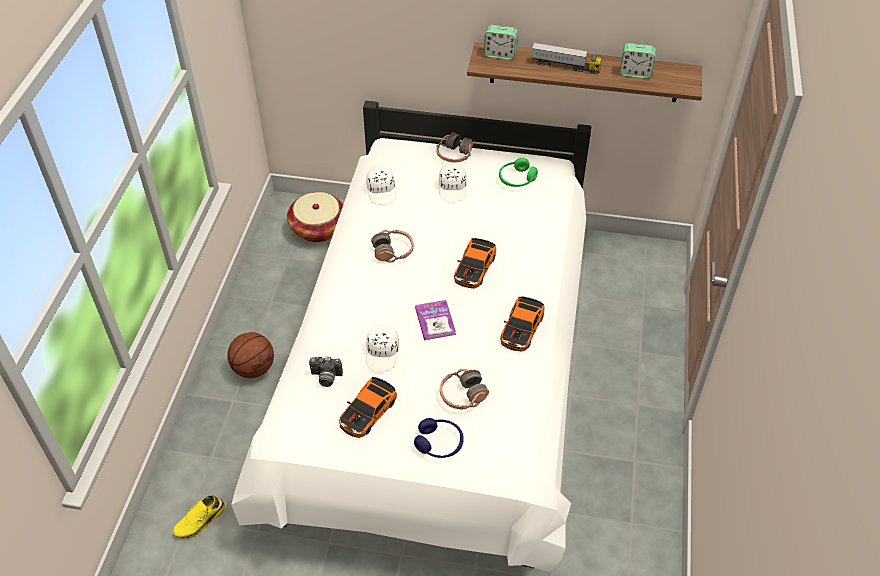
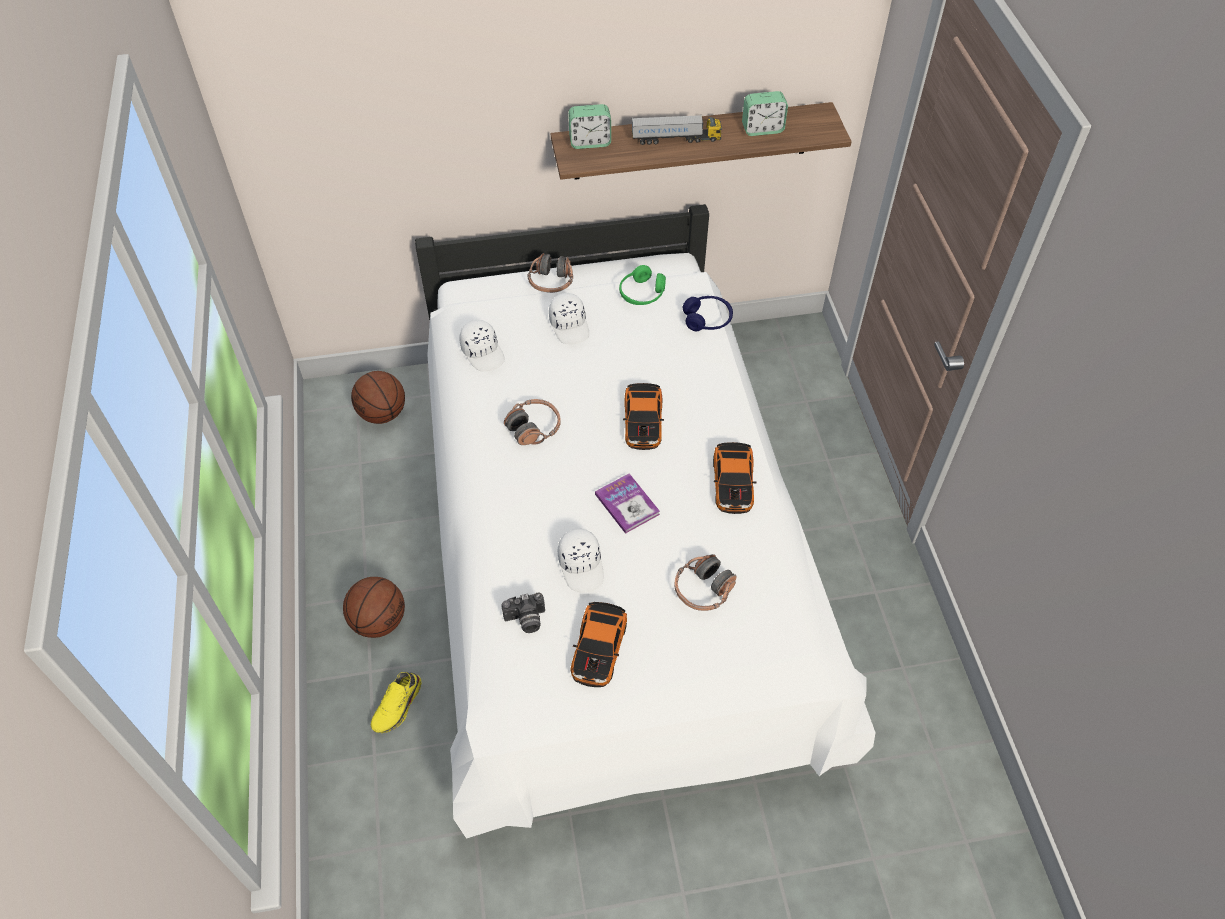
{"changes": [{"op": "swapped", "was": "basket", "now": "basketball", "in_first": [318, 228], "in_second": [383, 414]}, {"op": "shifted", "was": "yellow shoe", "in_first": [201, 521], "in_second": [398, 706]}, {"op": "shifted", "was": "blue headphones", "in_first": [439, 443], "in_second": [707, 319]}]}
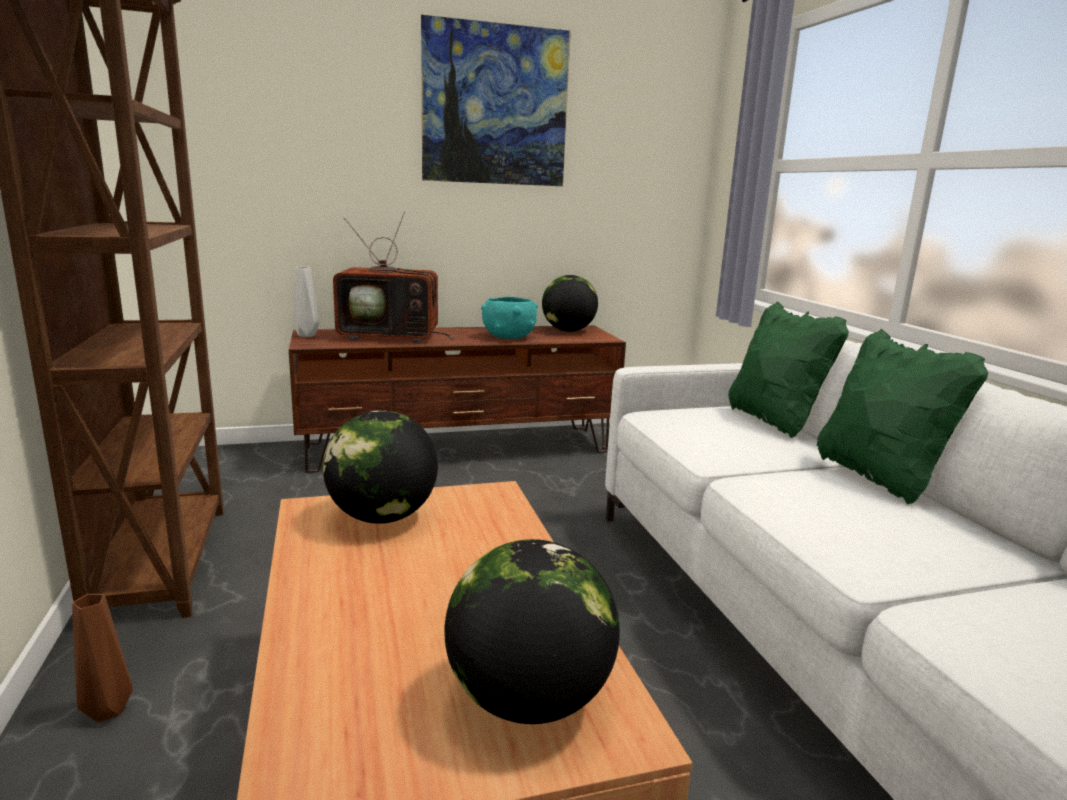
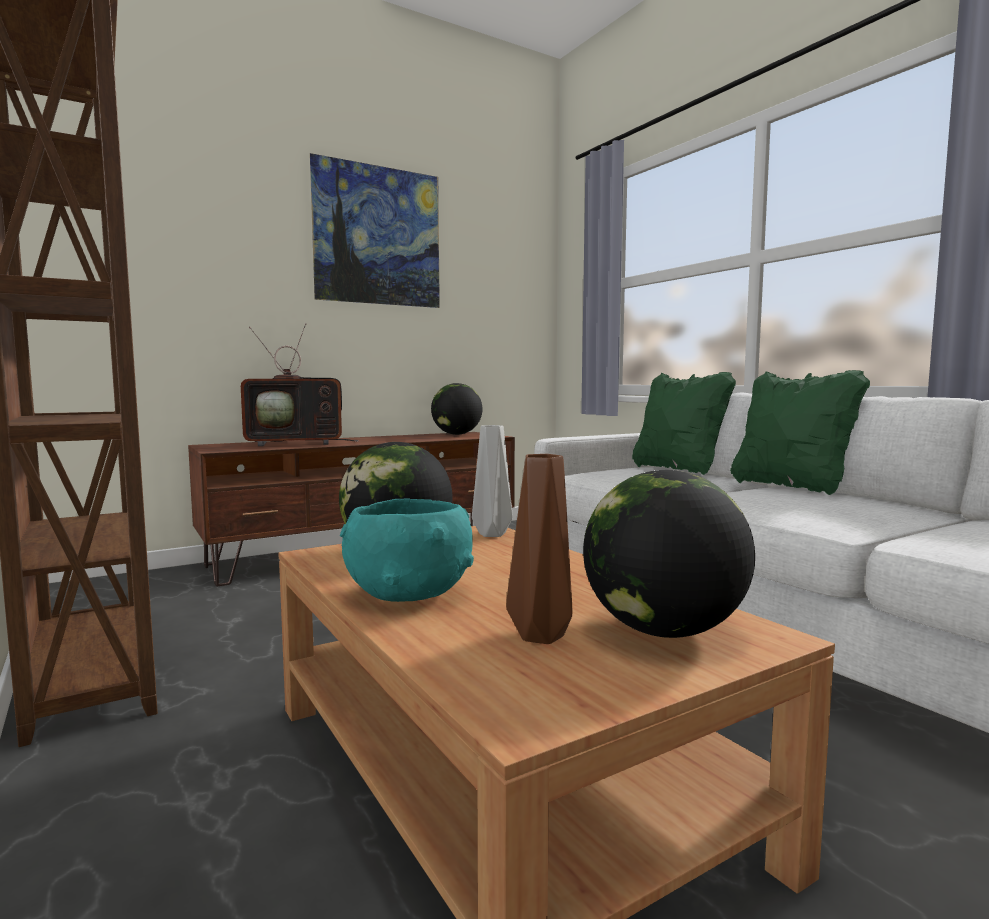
{"changes": [{"op": "shifted", "was": "turquoise bowl", "in_first": [508, 337], "in_second": [408, 594]}, {"op": "shifted", "was": "grey vase", "in_first": [308, 335], "in_second": [493, 534]}, {"op": "shifted", "was": "brown vase", "in_first": [110, 711], "in_second": [543, 635]}]}
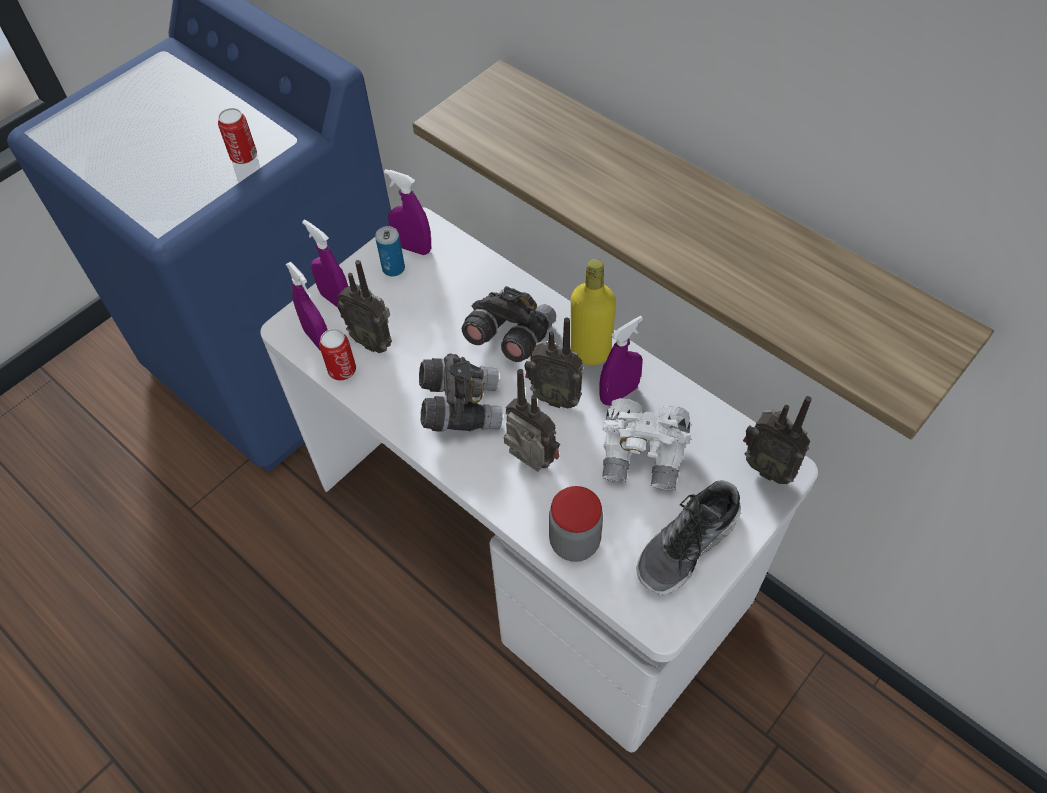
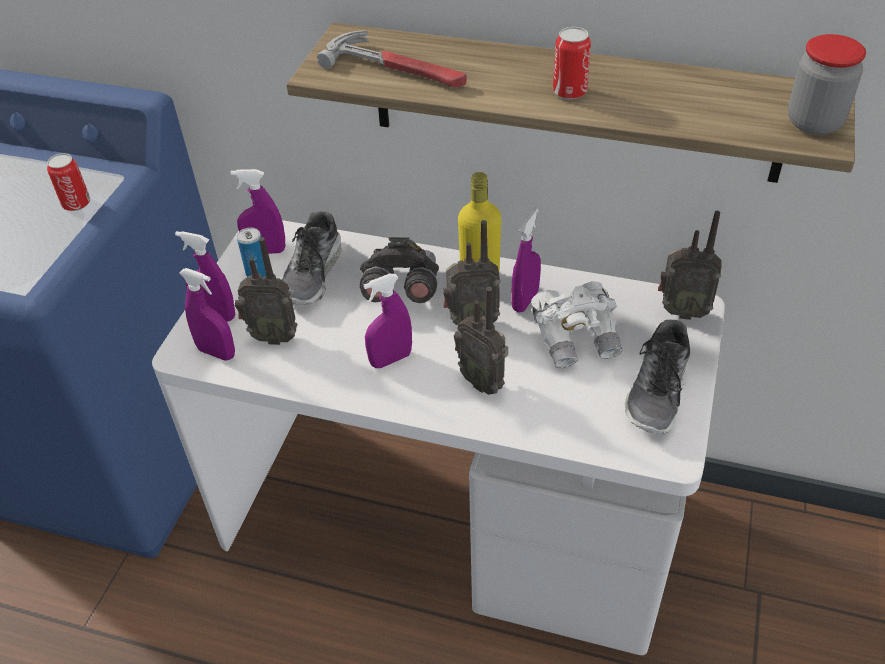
{"changes": [{"op": "new", "now": "shoe", "in_second": [313, 274]}, {"op": "new", "now": "hammer", "in_second": [398, 69]}, {"op": "swapped", "was": "grey binoculars", "now": "purple spray bottle", "in_first": [460, 407], "in_second": [391, 359]}, {"op": "rotated", "was": "radio", "in_first": [530, 464], "in_second": [483, 381], "clockwise": -150}, {"op": "shifted", "was": "can", "in_first": [342, 370], "in_second": [569, 92]}, {"op": "shifted", "was": "jar", "in_first": [574, 542], "in_second": [814, 122]}]}
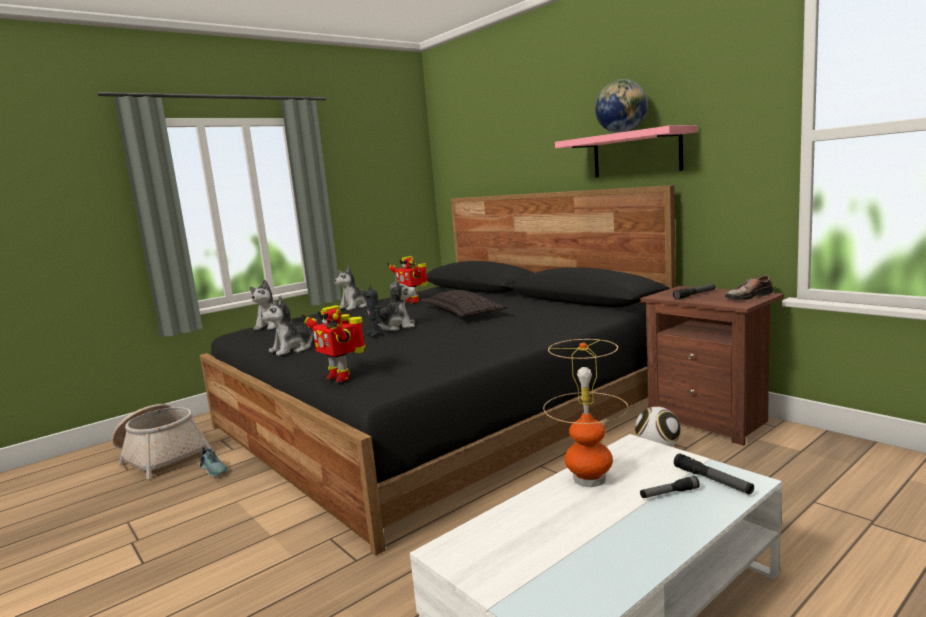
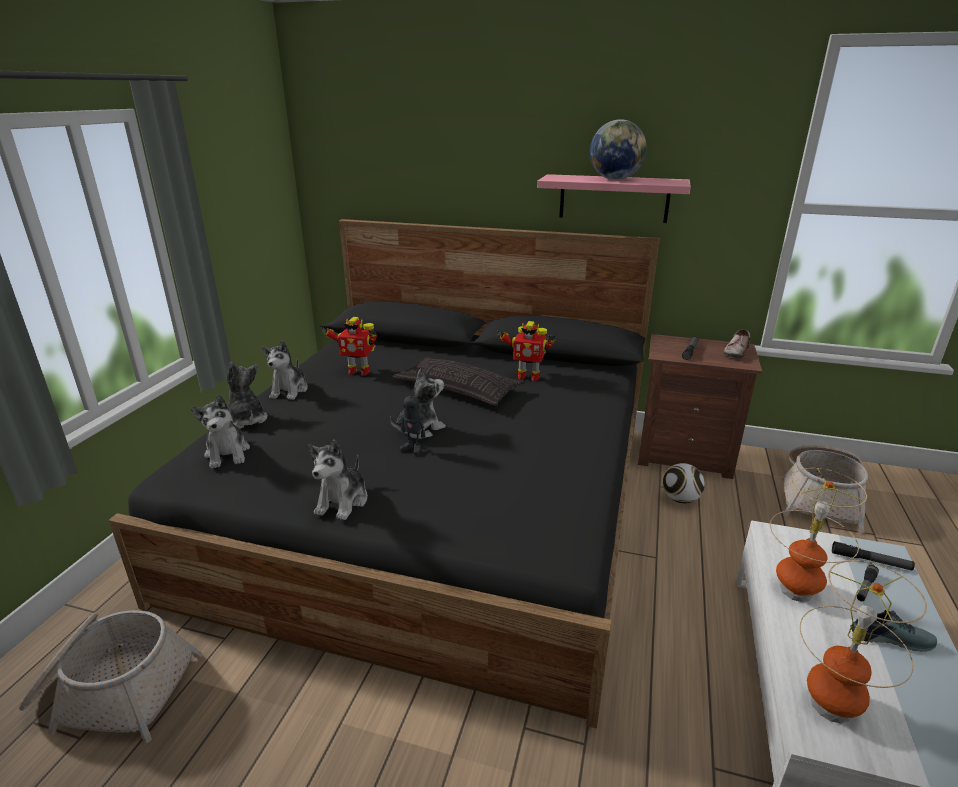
{"changes": [{"op": "new", "now": "plush toy", "in_second": [247, 420]}, {"op": "shifted", "was": "toy robot", "in_first": [340, 377], "in_second": [527, 377]}, {"op": "new", "now": "basket", "in_second": [819, 497]}, {"op": "new", "now": "table lamp", "in_second": [831, 705]}, {"op": "shifted", "was": "shoe", "in_first": [215, 469], "in_second": [890, 637]}]}
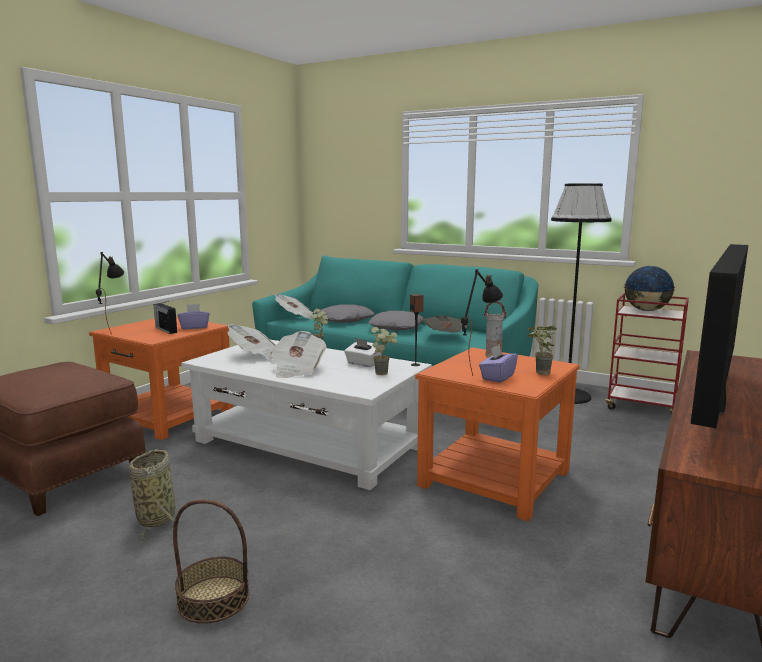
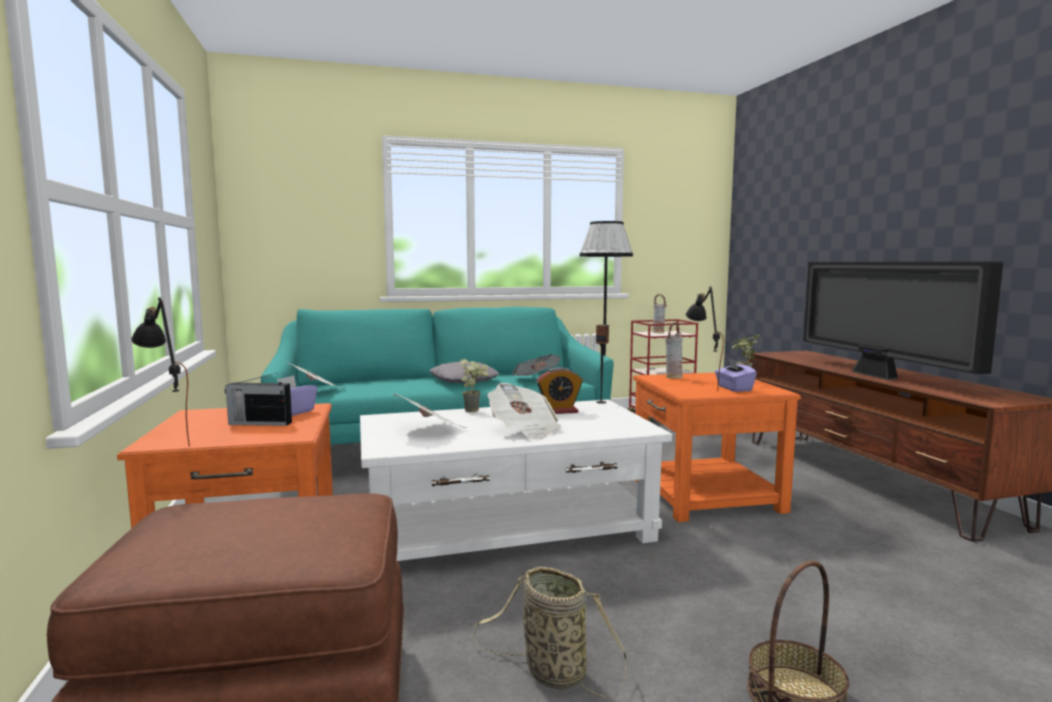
{"changes": [{"op": "swapped", "was": "white tissue box", "now": "alarm clock", "in_first": [363, 363], "in_second": [559, 411]}, {"op": "swapped", "was": "globe", "now": "vase", "in_first": [647, 310], "in_second": [658, 333]}, {"op": "gone", "was": "grey pillow", "in_first": [345, 320]}, {"op": "gone", "was": "potted plant", "in_first": [384, 373]}]}
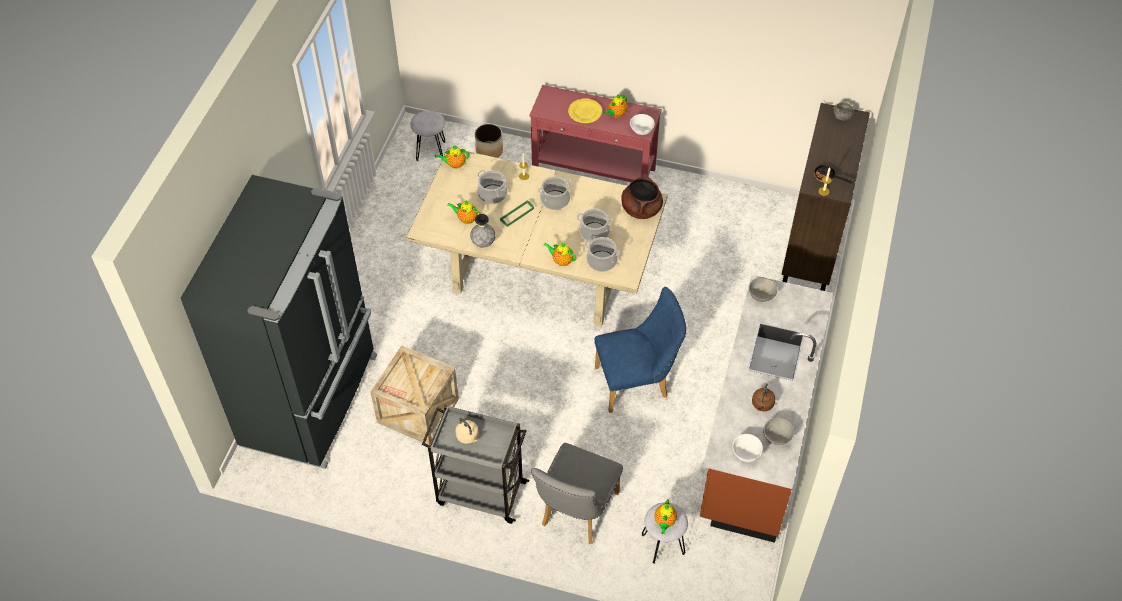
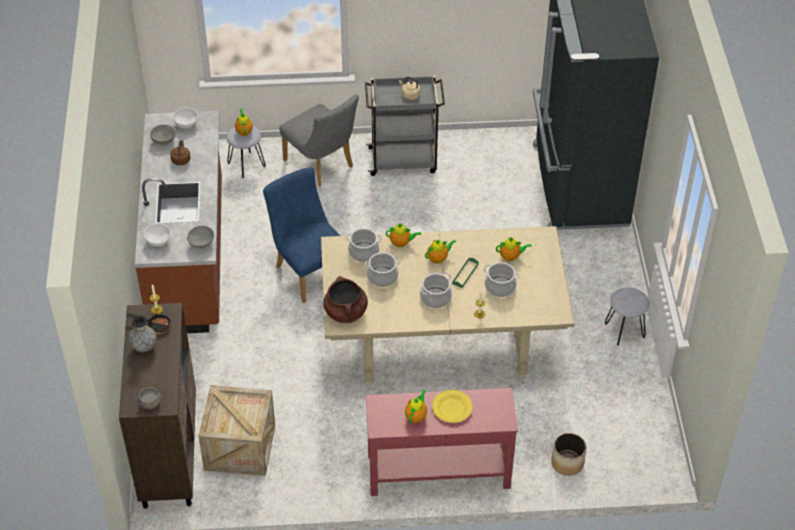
{"changes": [{"op": "shifted", "was": "grey vase", "in_first": [483, 243], "in_second": [144, 347]}, {"op": "shifted", "was": "white bowl", "in_first": [641, 130], "in_second": [158, 241]}, {"op": "shifted", "was": "crate", "in_first": [418, 410], "in_second": [240, 447]}, {"op": "rotated", "was": "blue chair", "in_first": [637, 383], "in_second": [308, 270], "clockwise": 90}, {"op": "rotated", "was": "grey chair", "in_first": [576, 513], "in_second": [322, 166], "clockwise": 135}, {"op": "shifted", "was": "teapot", "in_first": [454, 164], "in_second": [438, 258]}, {"op": "shifted", "was": "grey stool", "in_first": [430, 150], "in_second": [624, 330]}]}
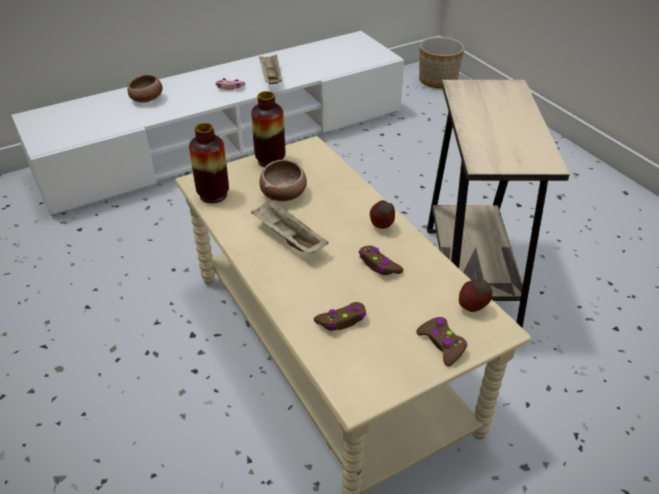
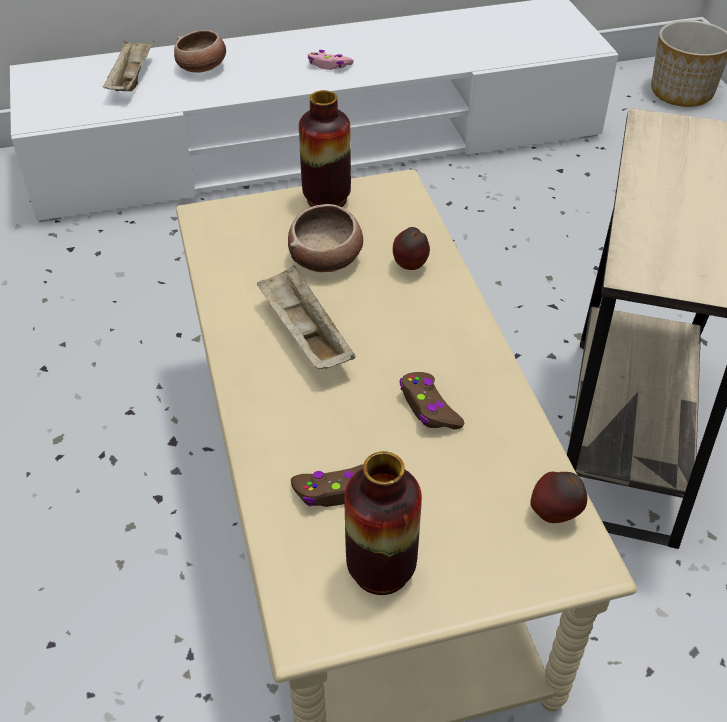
{"changes": [{"op": "shifted", "was": "beige tray", "in_first": [271, 78], "in_second": [131, 80]}, {"op": "shifted", "was": "vase", "in_first": [213, 195], "in_second": [381, 569]}, {"op": "shifted", "was": "apple", "in_first": [382, 227], "in_second": [410, 267]}, {"op": "gone", "was": "brown game controller", "in_first": [442, 344]}]}
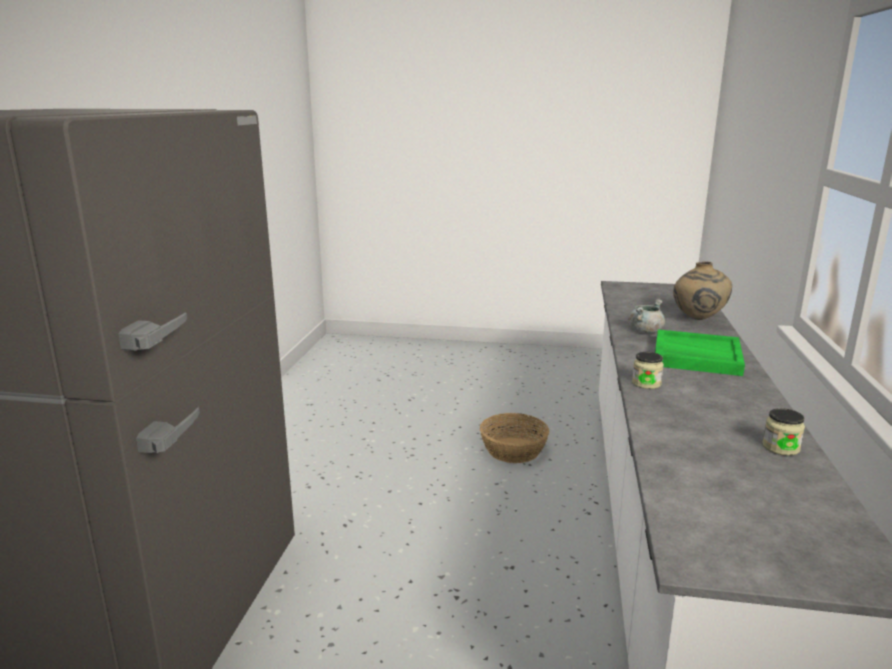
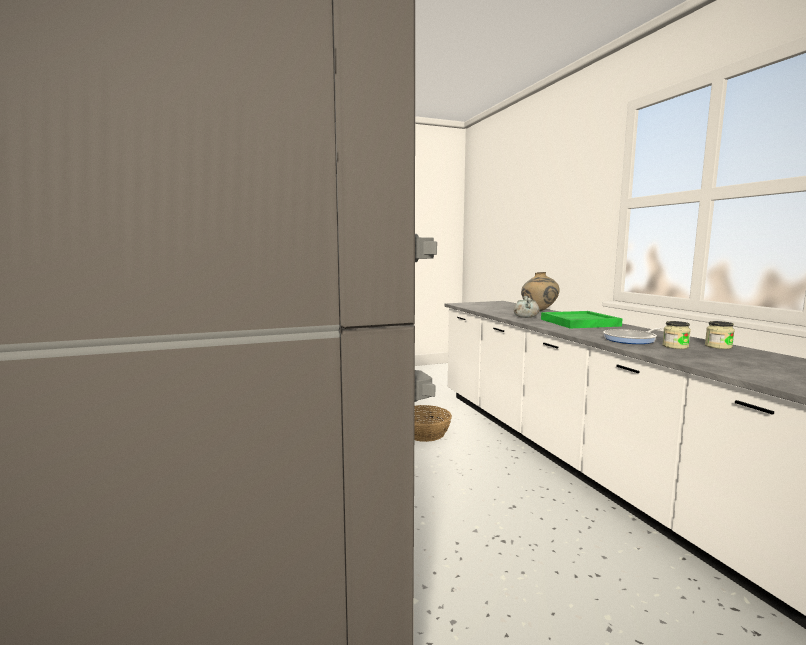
{"changes": [{"op": "new", "now": "frying pan", "in_second": [631, 339]}, {"op": "shifted", "was": "jar", "in_first": [646, 383], "in_second": [675, 346]}]}
